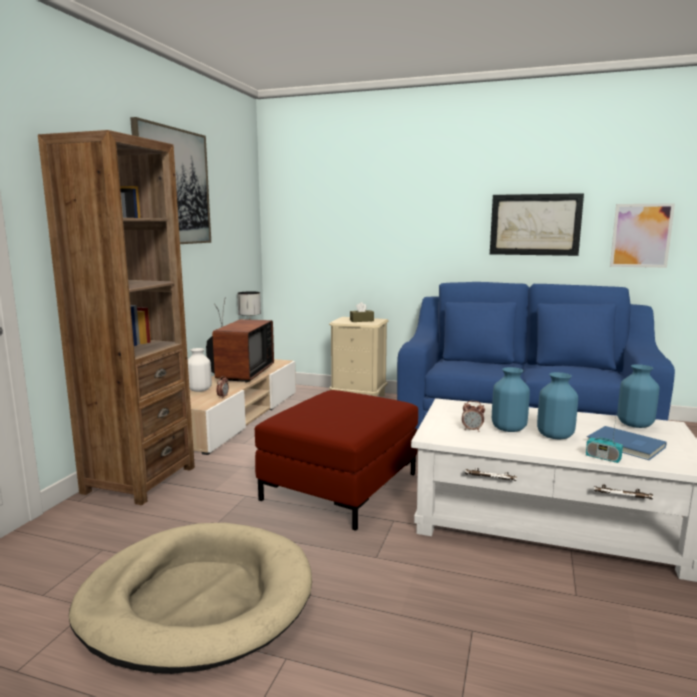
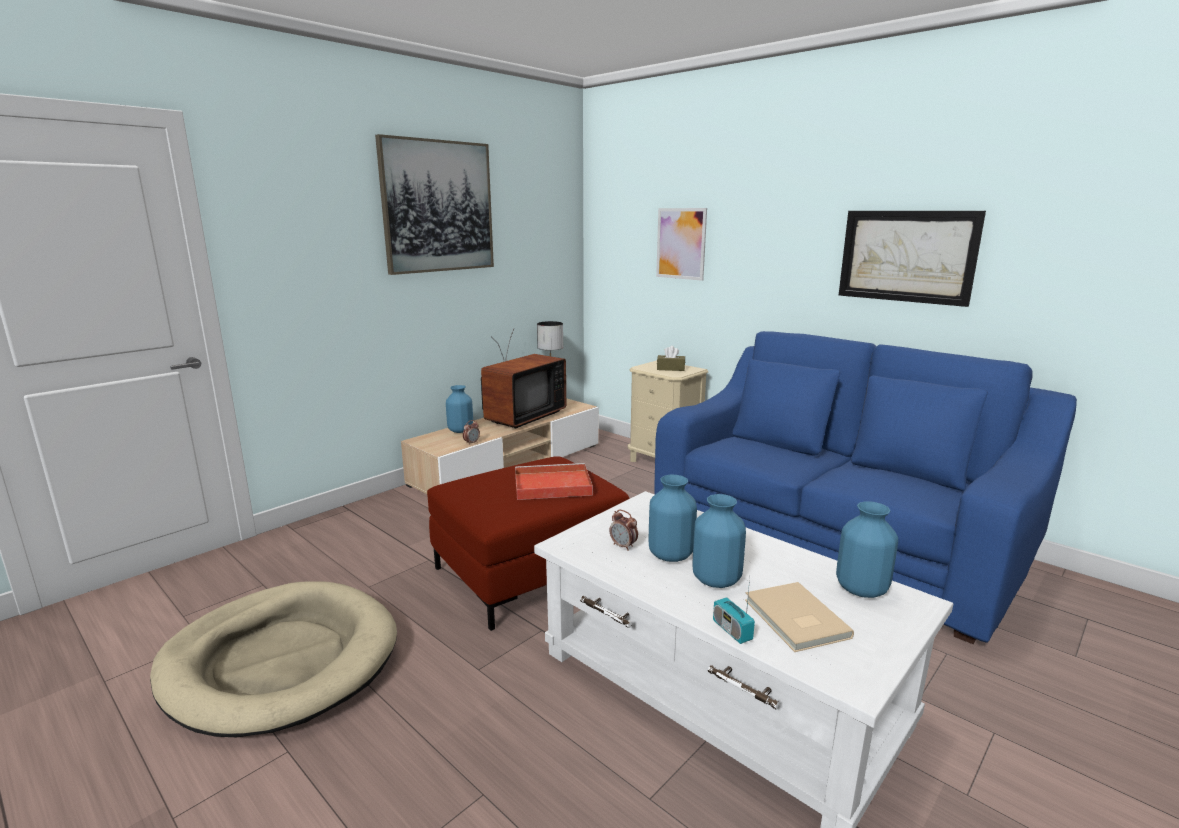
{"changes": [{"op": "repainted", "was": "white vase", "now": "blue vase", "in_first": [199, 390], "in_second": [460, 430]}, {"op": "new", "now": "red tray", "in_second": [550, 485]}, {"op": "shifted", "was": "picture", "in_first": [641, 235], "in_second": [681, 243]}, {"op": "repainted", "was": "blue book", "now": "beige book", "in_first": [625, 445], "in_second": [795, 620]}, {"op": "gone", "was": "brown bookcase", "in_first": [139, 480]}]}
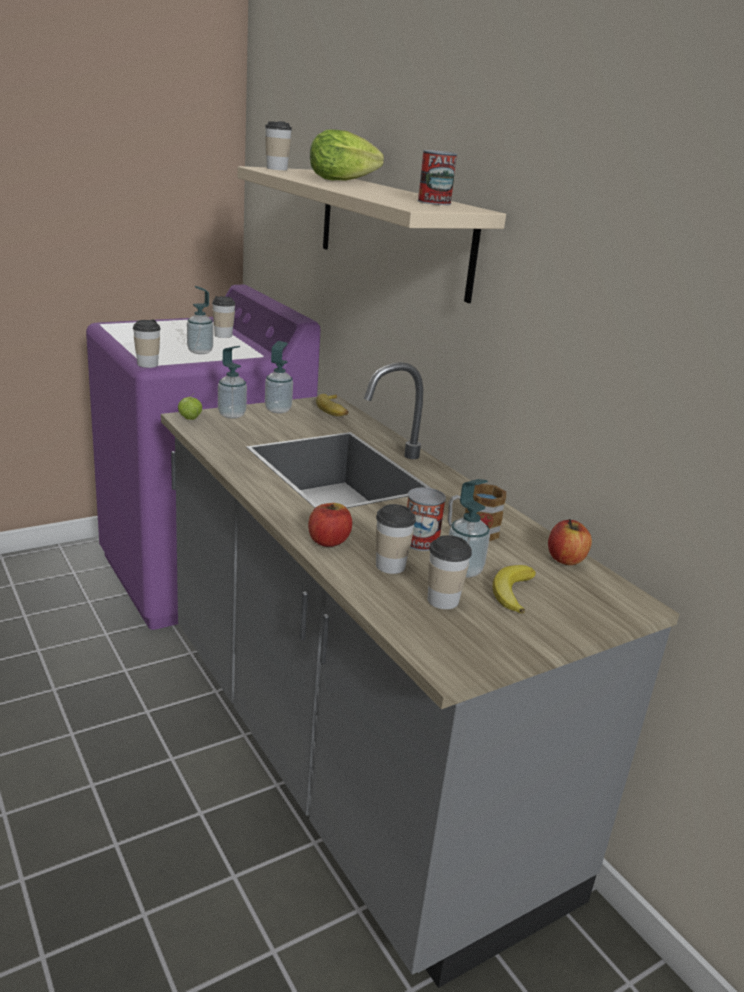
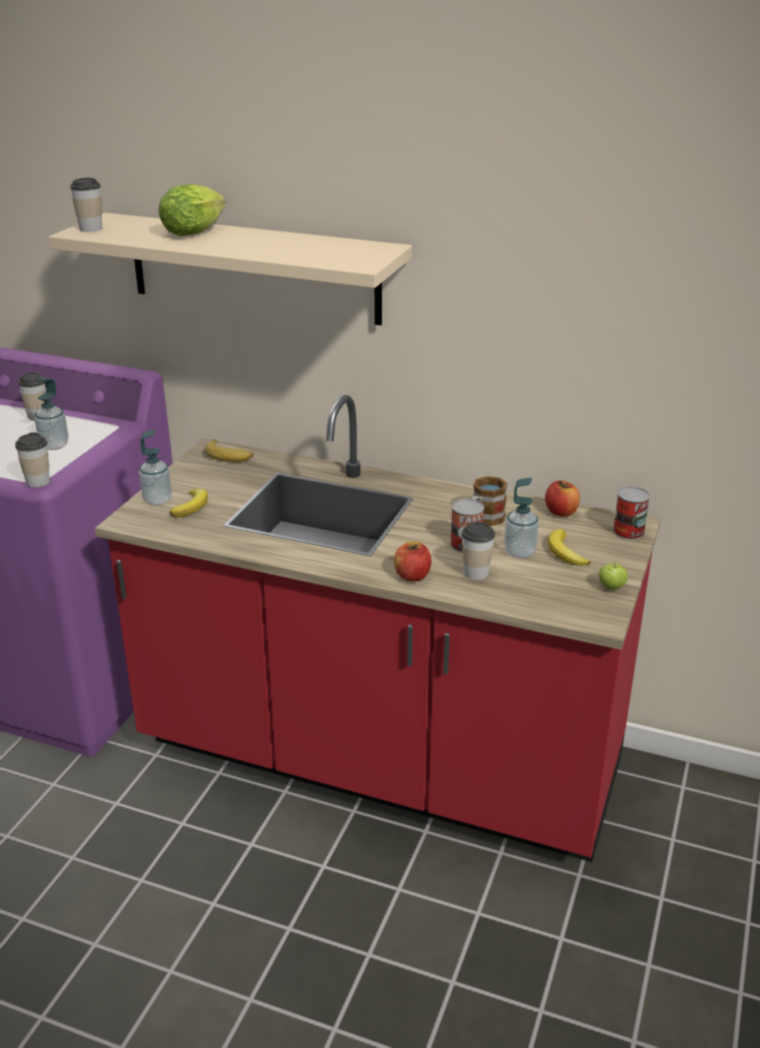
{"changes": [{"op": "repainted", "was": "grey counter", "now": "red counter", "in_first": [346, 757], "in_second": [380, 760]}, {"op": "new", "now": "banana", "in_second": [192, 506]}, {"op": "shifted", "was": "apple", "in_first": [190, 419], "in_second": [611, 588]}, {"op": "shifted", "was": "can", "in_first": [434, 202], "in_second": [628, 531]}, {"op": "gone", "was": "soap dispenser", "in_first": [278, 410]}, {"op": "gone", "was": "cup", "in_first": [443, 600]}]}
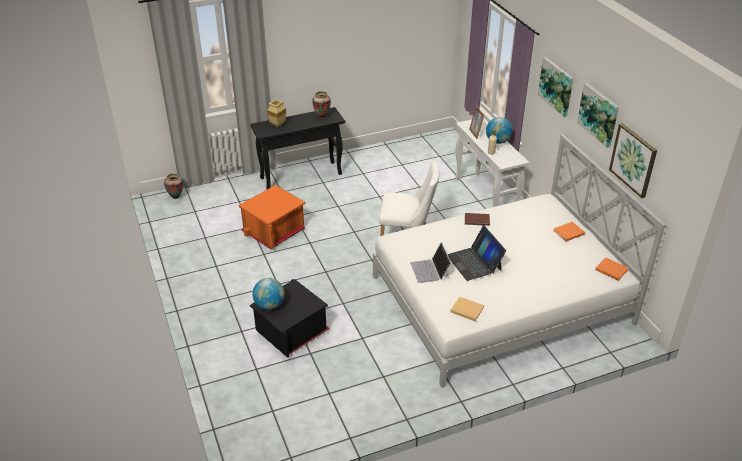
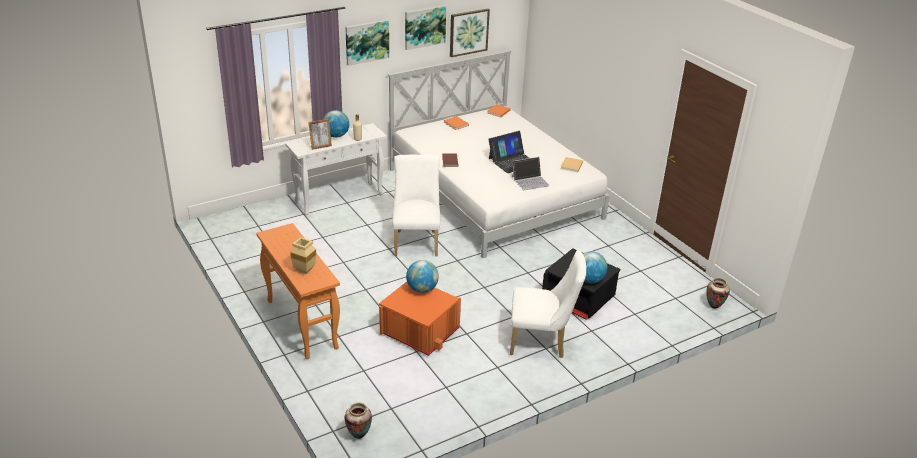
{"changes": [{"op": "repainted", "was": "black console table", "now": "orange console table", "in_first": [301, 176], "in_second": [301, 323]}, {"op": "new", "now": "globe", "in_second": [422, 289]}, {"op": "new", "now": "white chair", "in_second": [542, 342]}, {"op": "shifted", "was": "vase", "in_first": [322, 116], "in_second": [714, 306]}]}
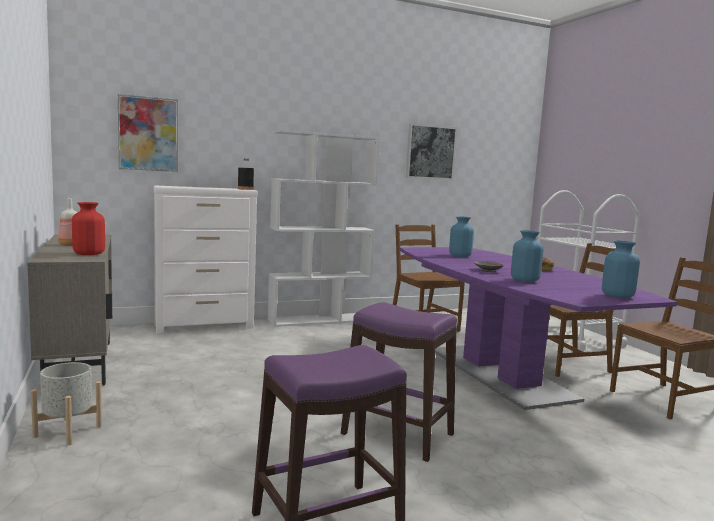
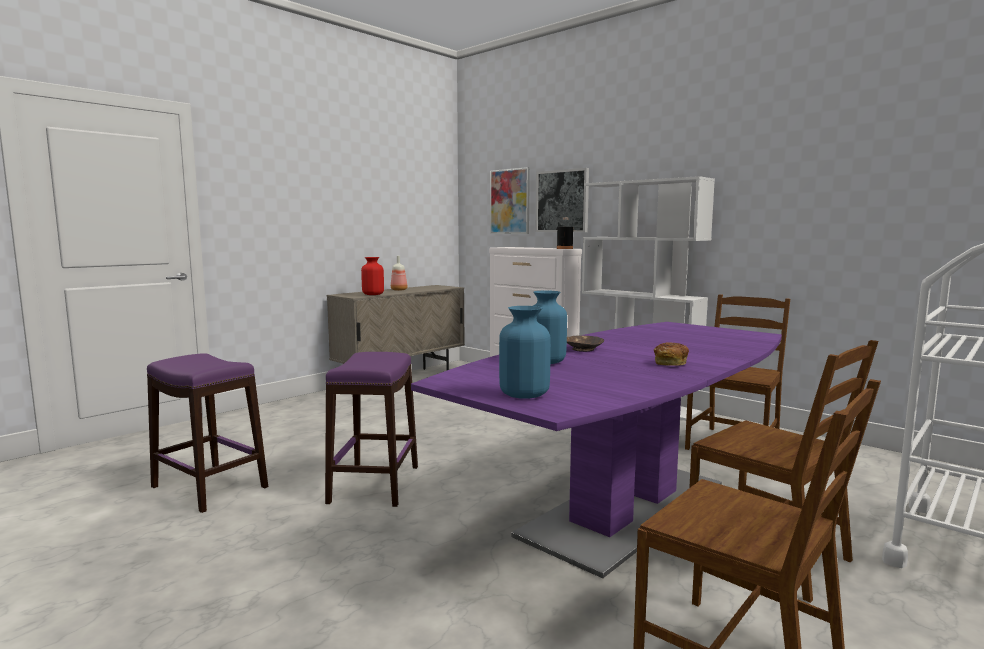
{"changes": [{"op": "shifted", "was": "picture", "in_first": [430, 152], "in_second": [562, 201]}, {"op": "gone", "was": "grey planter", "in_first": [68, 431]}, {"op": "gone", "was": "blue vase", "in_first": [460, 256]}]}
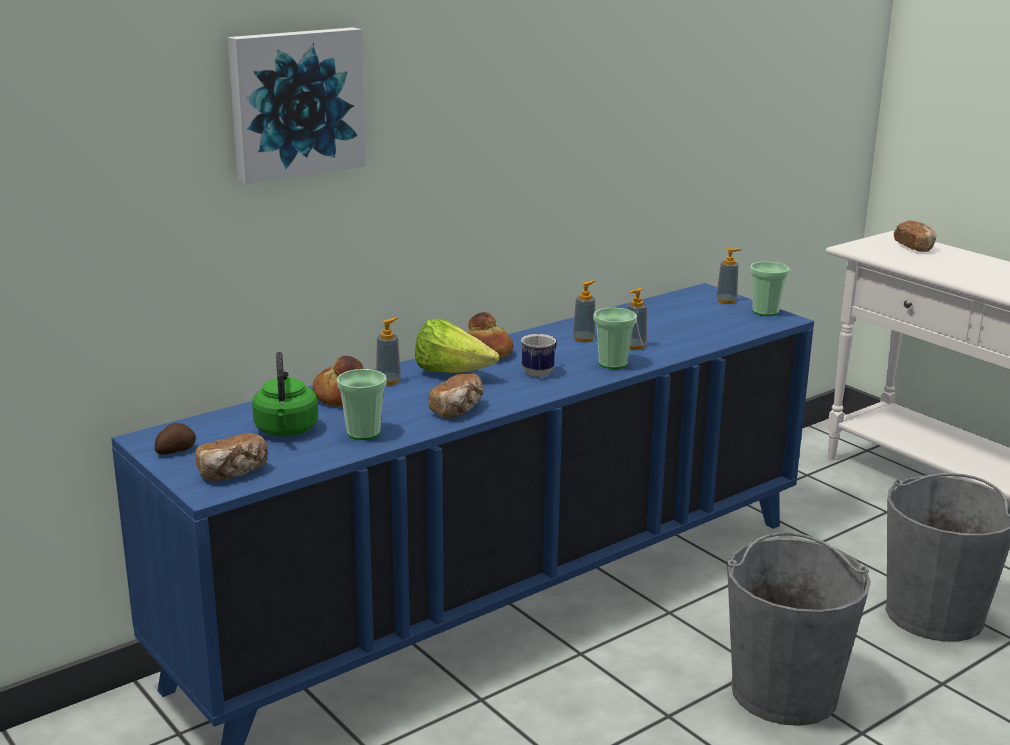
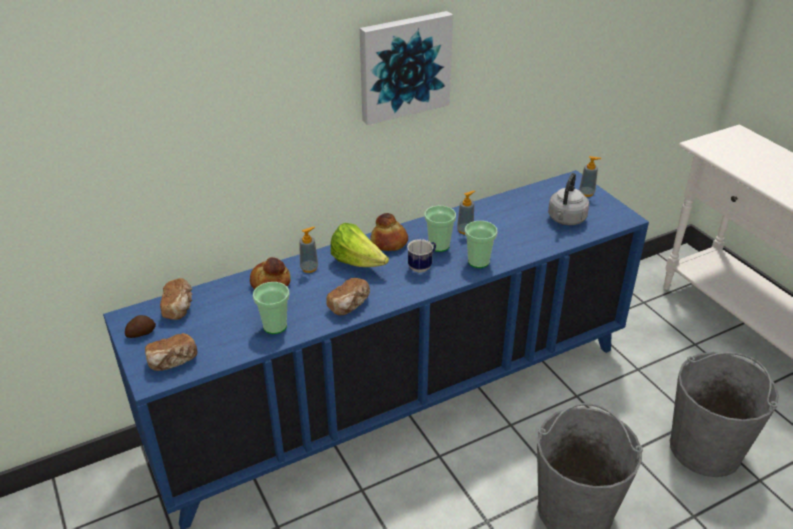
{"changes": [{"op": "shifted", "was": "bread", "in_first": [914, 247], "in_second": [179, 307]}, {"op": "shifted", "was": "picture", "in_first": [295, 103], "in_second": [404, 66]}, {"op": "shifted", "was": "cup", "in_first": [765, 311], "in_second": [439, 245]}, {"op": "new", "now": "grey kettle", "in_second": [566, 220]}, {"op": "gone", "was": "green kettle", "in_first": [286, 431]}, {"op": "gone", "was": "soap dispenser", "in_first": [634, 346]}]}
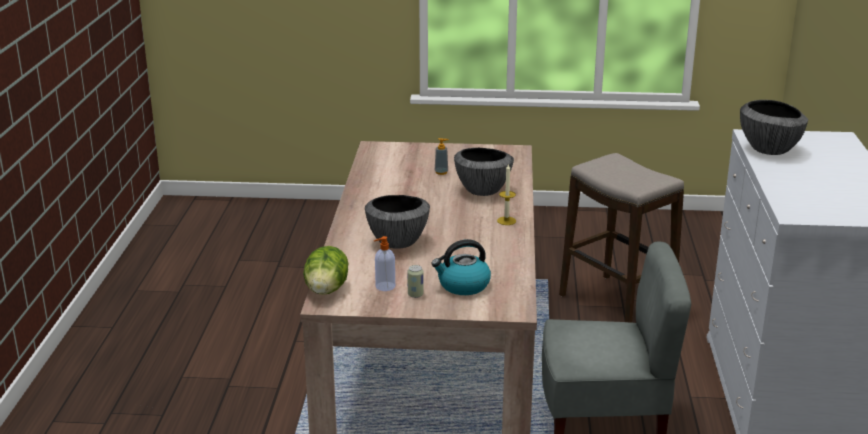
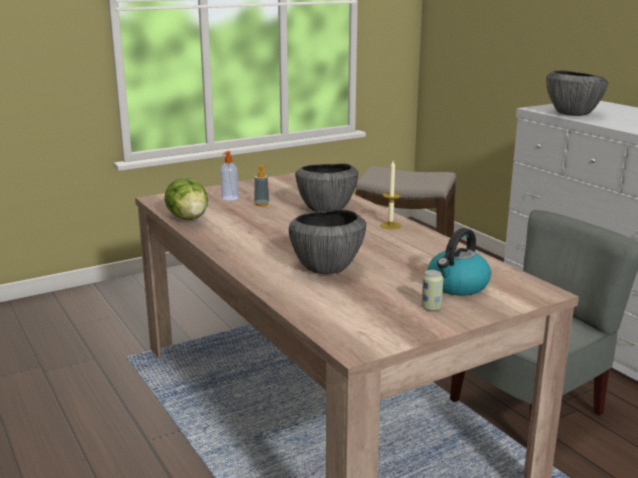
{"changes": [{"op": "shifted", "was": "lettuce", "in_first": [326, 290], "in_second": [188, 218]}, {"op": "shifted", "was": "soap dispenser", "in_first": [384, 286], "in_second": [229, 198]}]}
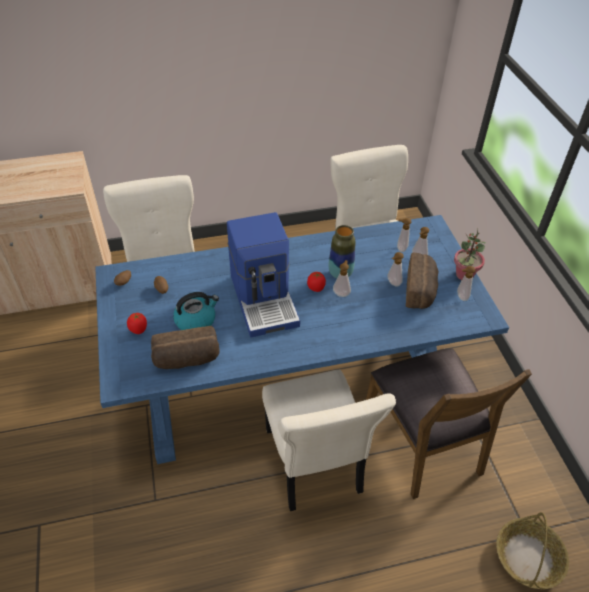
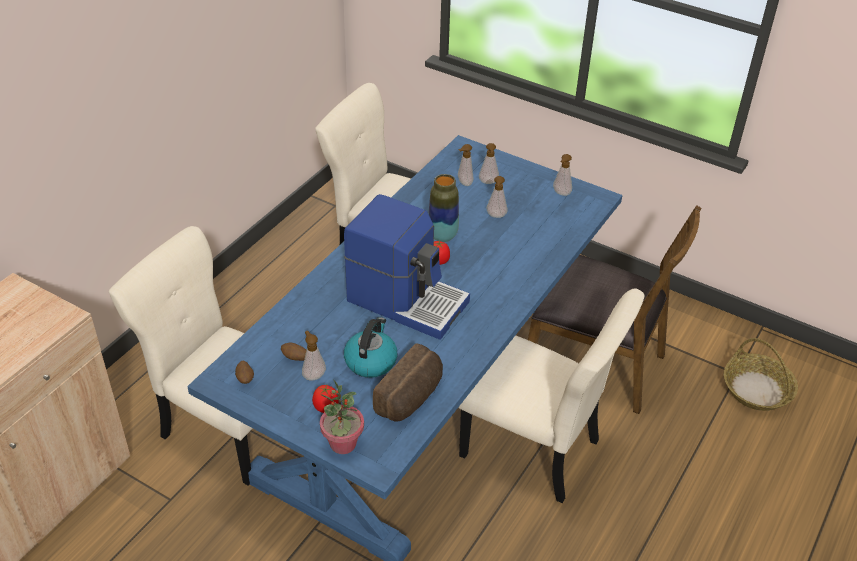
{"changes": [{"op": "shifted", "was": "soap dispenser", "in_first": [341, 293], "in_second": [313, 375]}, {"op": "shifted", "was": "potted plant", "in_first": [464, 275], "in_second": [343, 444]}, {"op": "gone", "was": "bread", "in_first": [420, 290]}]}
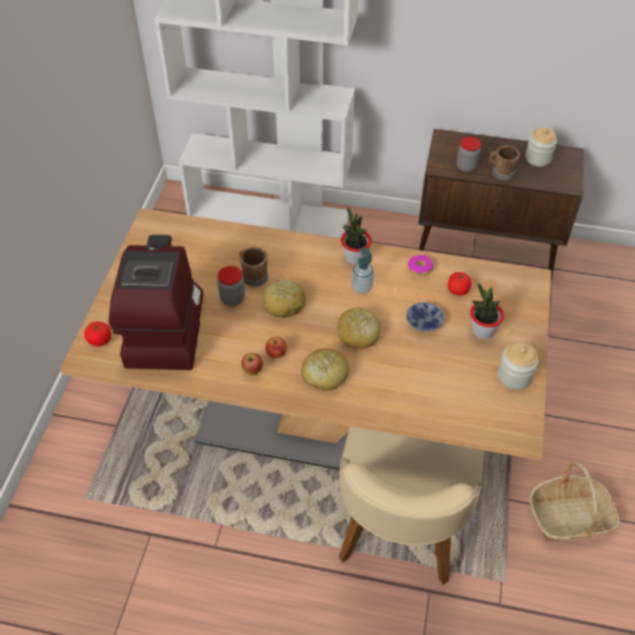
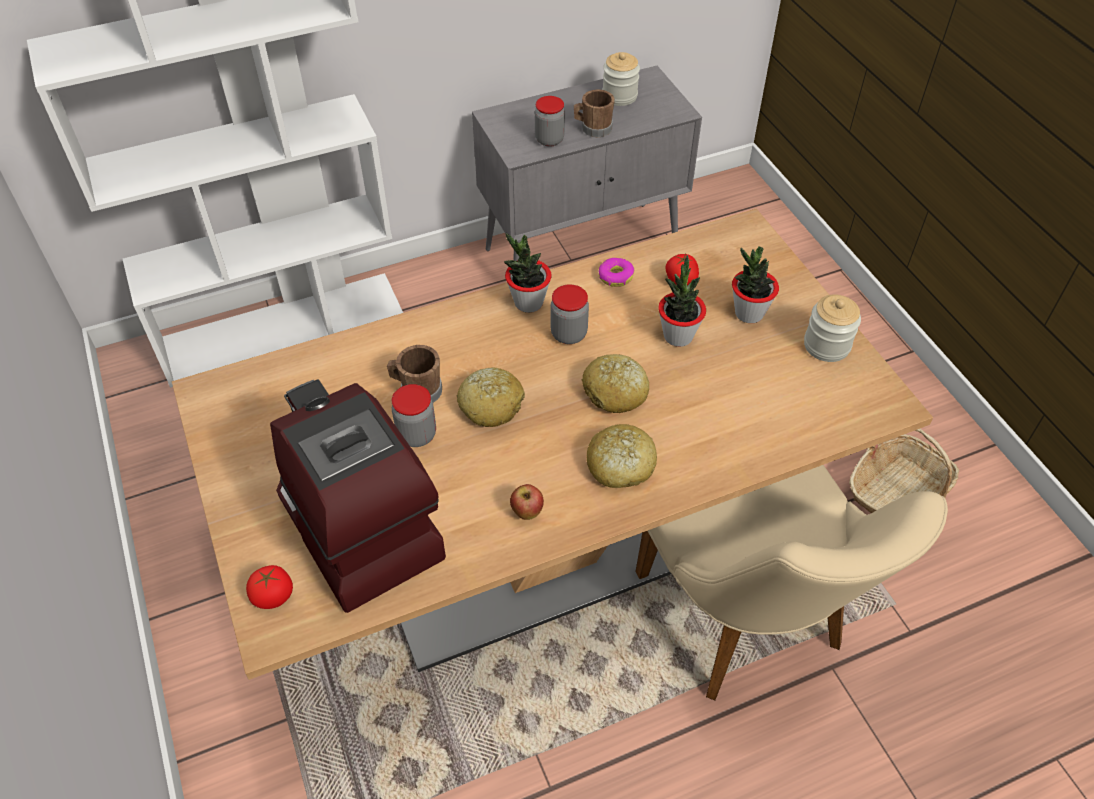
{"changes": [{"op": "repainted", "was": "brown cabinet", "now": "grey cabinet", "in_first": [486, 253], "in_second": [583, 249]}, {"op": "swapped", "was": "soap dispenser", "now": "jar", "in_first": [362, 287], "in_second": [568, 334]}, {"op": "swapped", "was": "bowl", "now": "potted plant", "in_first": [425, 321], "in_second": [678, 336]}, {"op": "gone", "was": "apple", "in_first": [276, 354]}]}
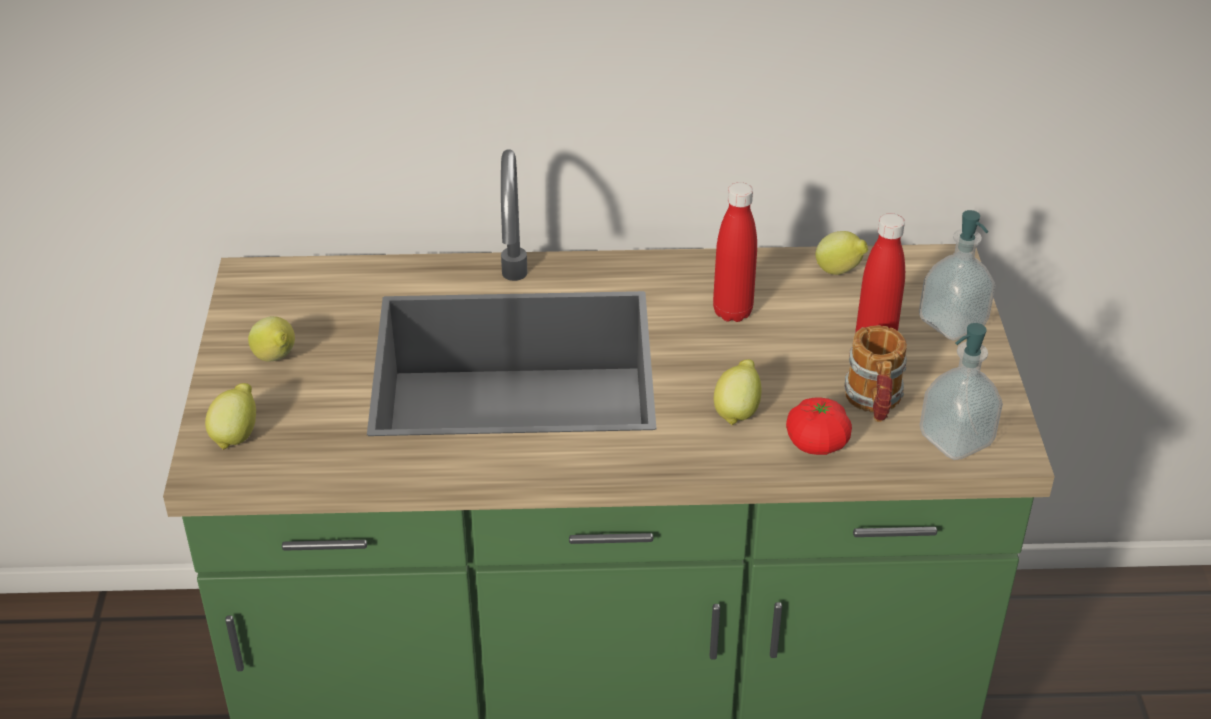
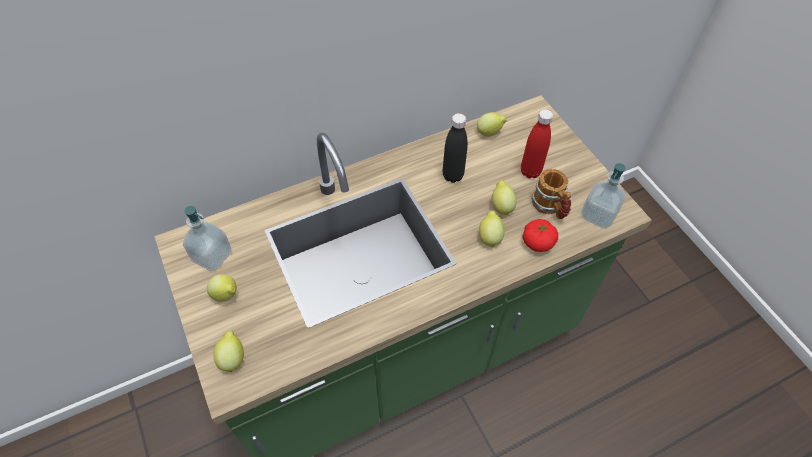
{"changes": [{"op": "shifted", "was": "soap dispenser", "in_first": [952, 323], "in_second": [212, 256]}, {"op": "repainted", "was": "red bottle", "now": "black bottle", "in_first": [732, 312], "in_second": [452, 175]}, {"op": "new", "now": "lemon", "in_second": [501, 206]}]}
